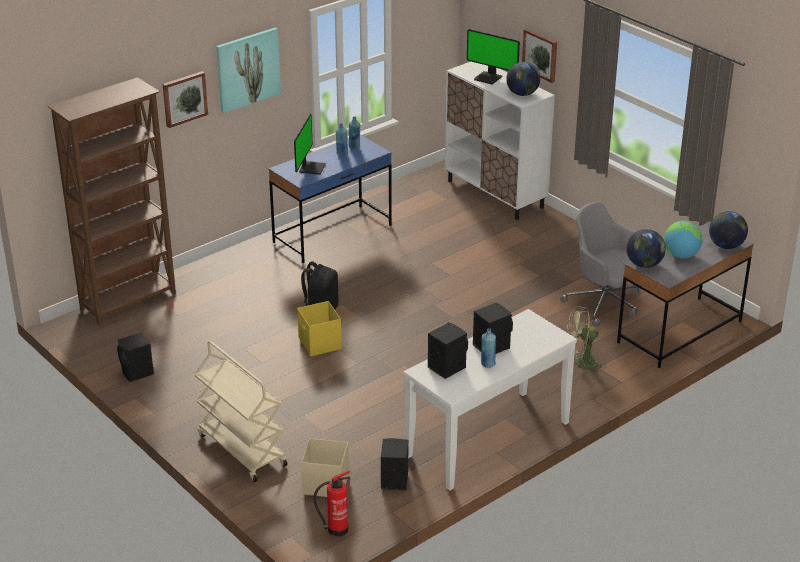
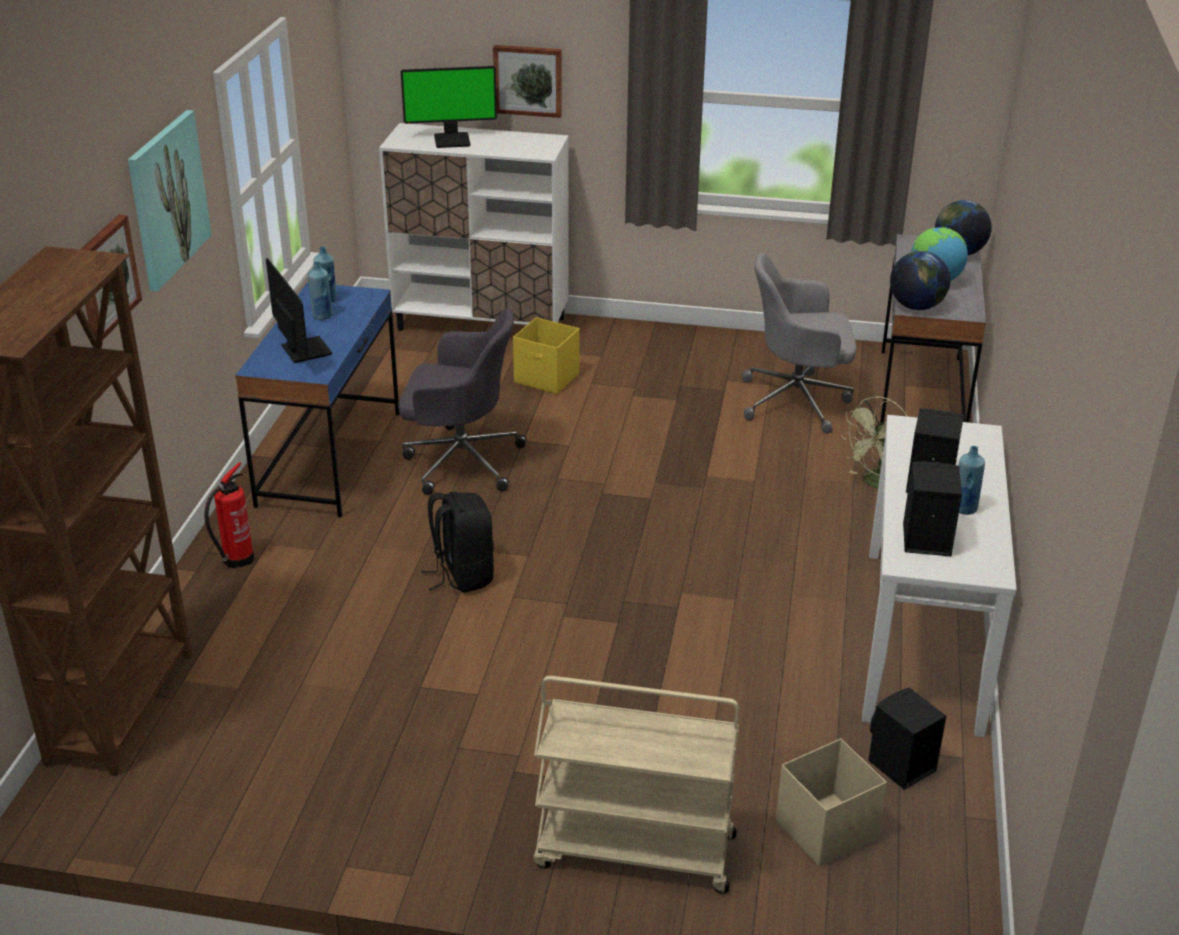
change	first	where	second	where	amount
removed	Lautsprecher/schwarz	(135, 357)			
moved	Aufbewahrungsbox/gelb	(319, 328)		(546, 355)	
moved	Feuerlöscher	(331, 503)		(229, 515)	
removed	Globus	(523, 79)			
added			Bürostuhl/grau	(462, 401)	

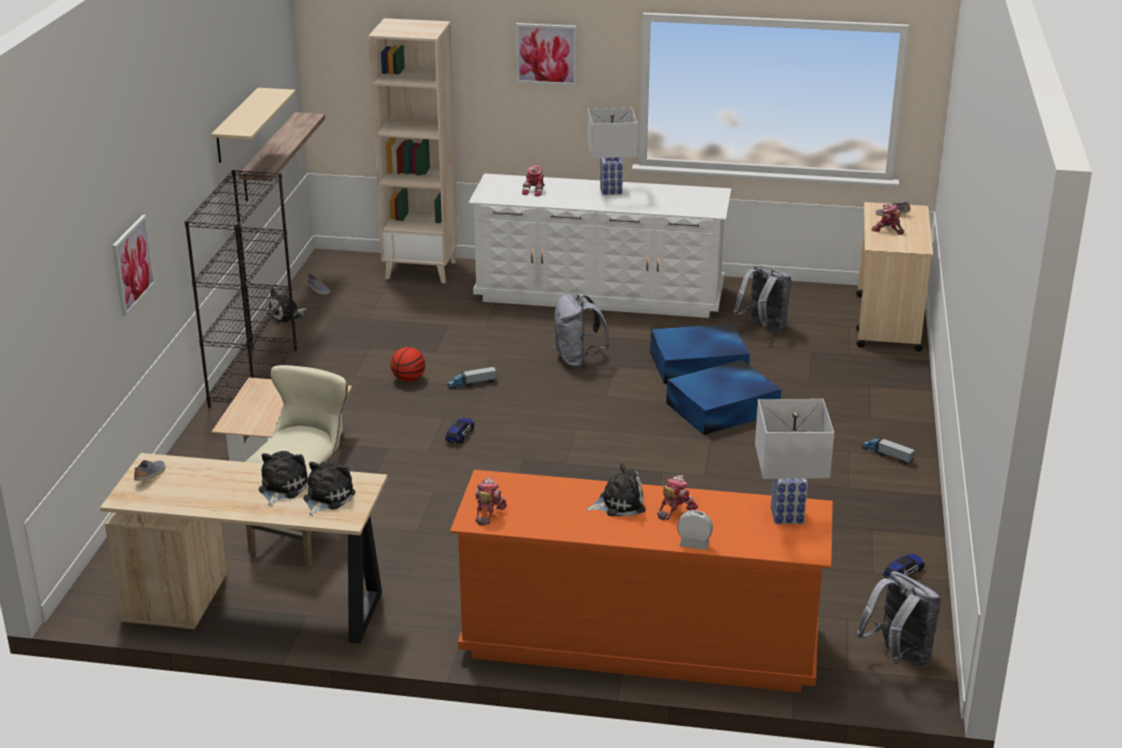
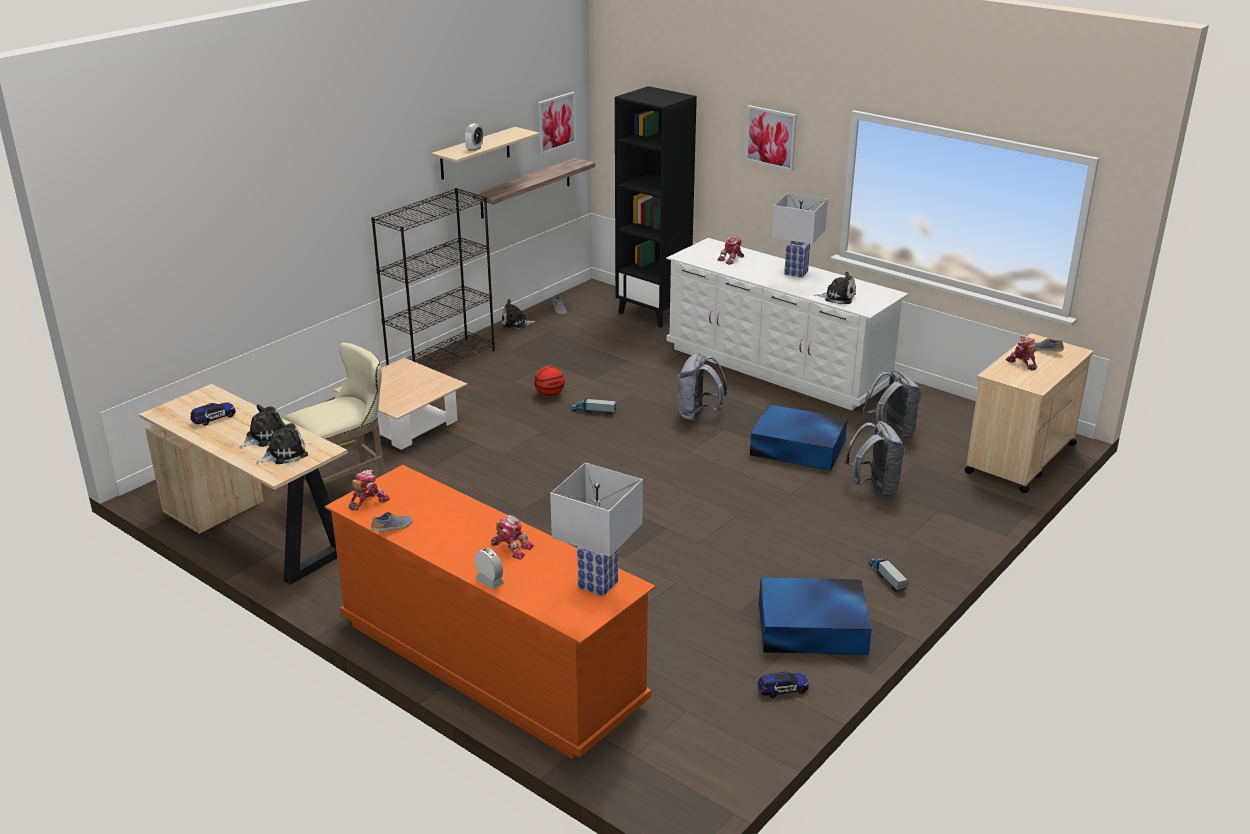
change	first	where	second	where	amount
moved	Bild	(133, 265)		(557, 123)	
moved	Schuh	(149, 470)		(392, 522)	
recoloured	Bücherregal/beige	(413, 150)	Bücherregal/schwarz	(656, 207)	
moved	Spielzeugauto	(459, 431)		(213, 414)	
moved	Plüschtier	(616, 489)		(835, 288)	
turned	Spielzeugroboter	(677, 497)		(512, 537)	45 degrees clockwise
moved	Aufbewahrungsbox/blau	(723, 397)		(815, 616)	
moved	Rucksack/grau	(899, 619)		(874, 459)	
added			Wecker	(473, 137)	

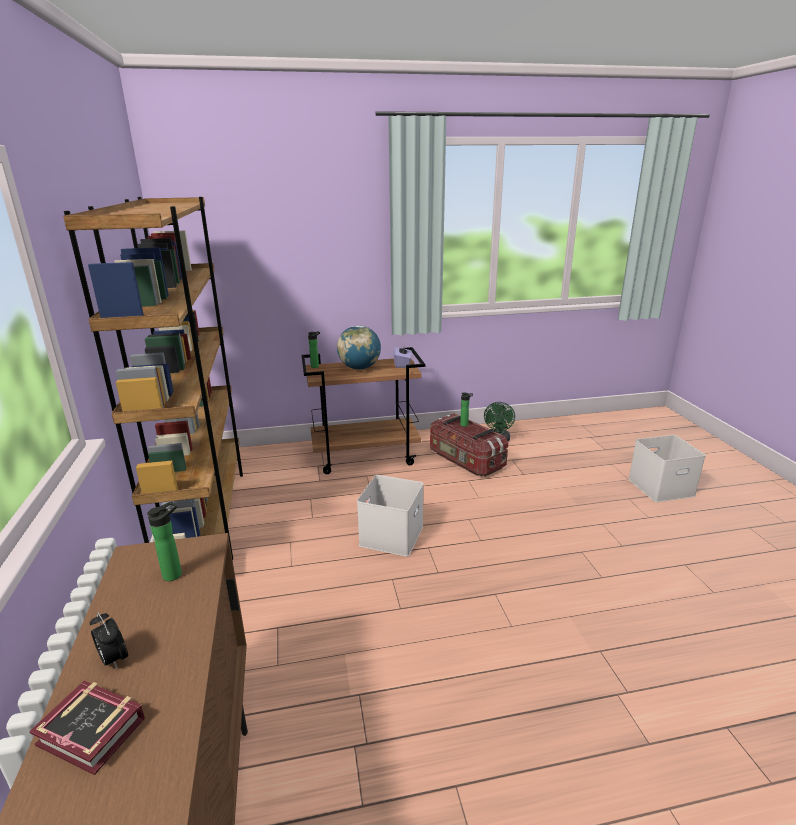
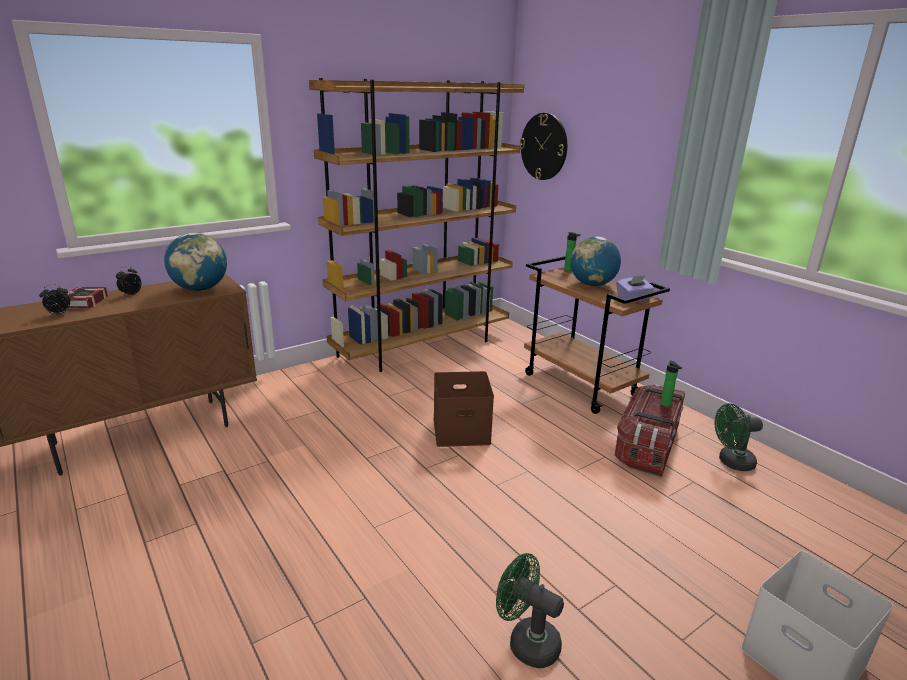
change	first	where	second	where	amount
replaced	Flasche	(164, 541)	Globus	(195, 262)	
recoloured	Aufbewahrungsbox/weiß	(390, 516)	Aufbewahrungsbox/braun	(463, 409)	
added			Wecker	(54, 300)	
added			Ventilator/grün	(530, 610)	
added			Wanduhr	(543, 146)	

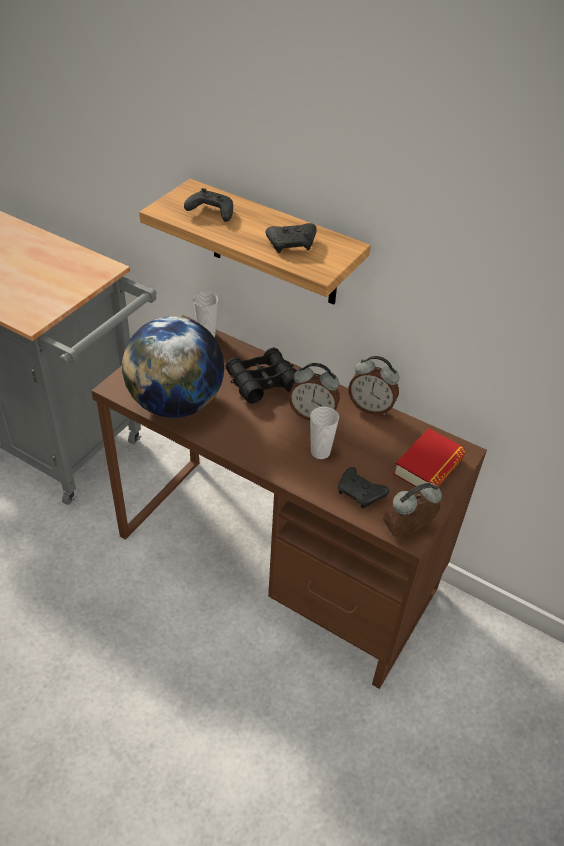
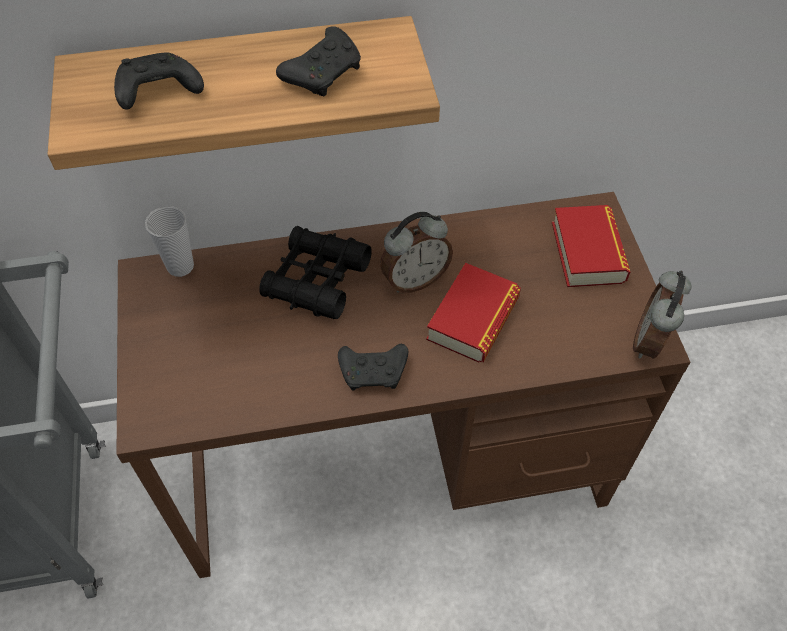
change	first	where	second	where	amount
removed	Globus	(173, 367)			
replaced	Tasse	(324, 432)	Buch	(473, 313)	
moved	Gamepad/schwarz	(363, 487)		(373, 367)	
removed	Wecker	(373, 385)			

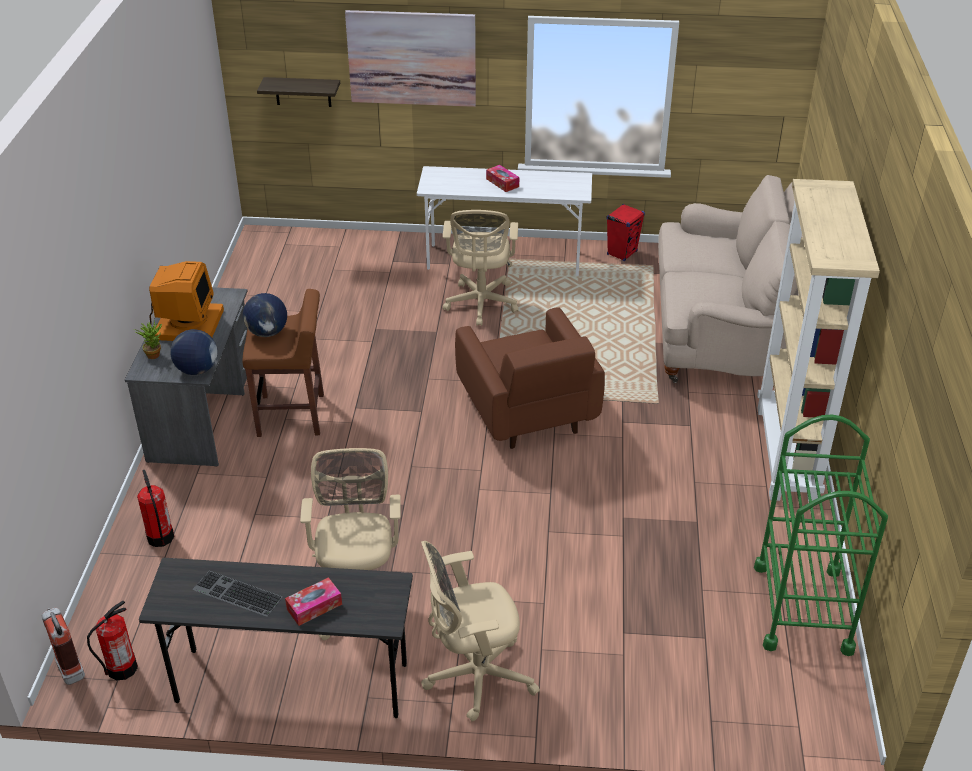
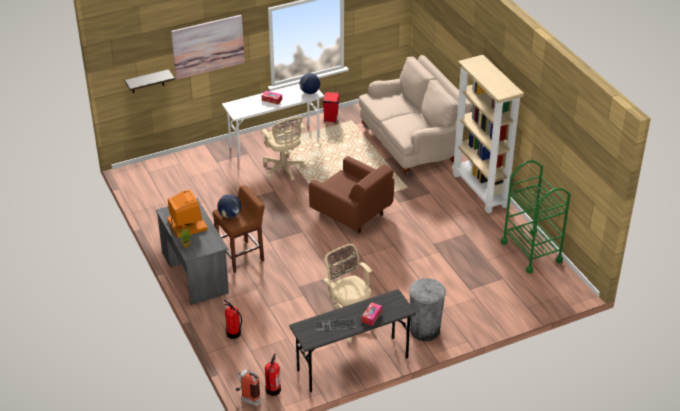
change	first	where	second	where	amount
moved	Globus	(193, 352)		(310, 83)	
replaced	Bürostuhl/beige	(480, 631)	Mülleimer/grau	(427, 309)	

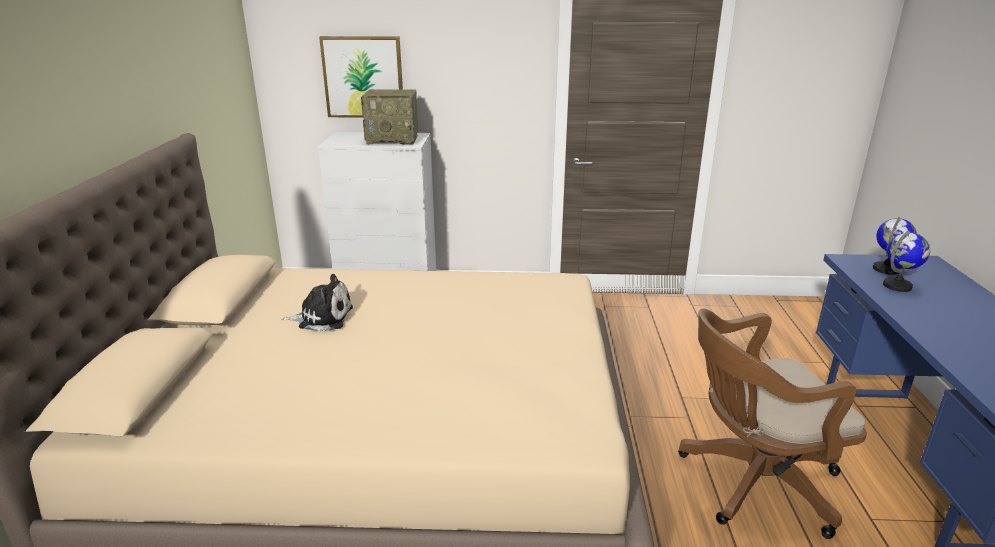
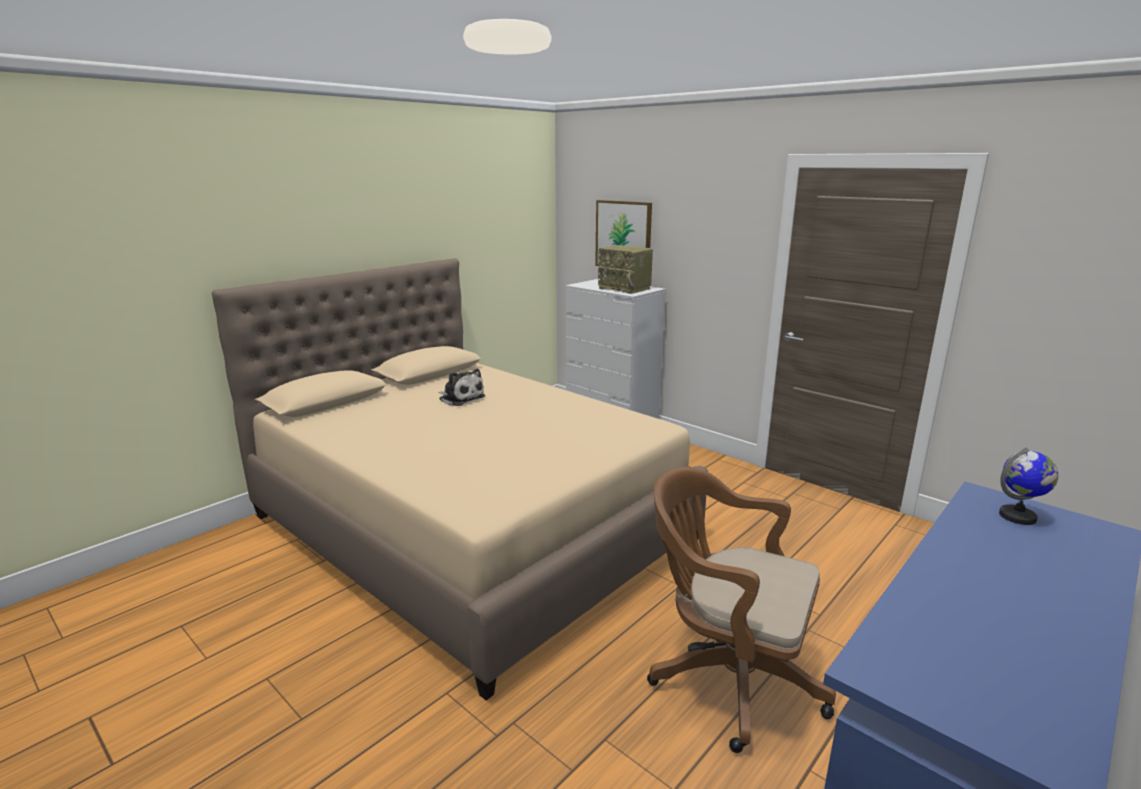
change	first	where	second	where	amount
removed	Globus	(906, 261)			

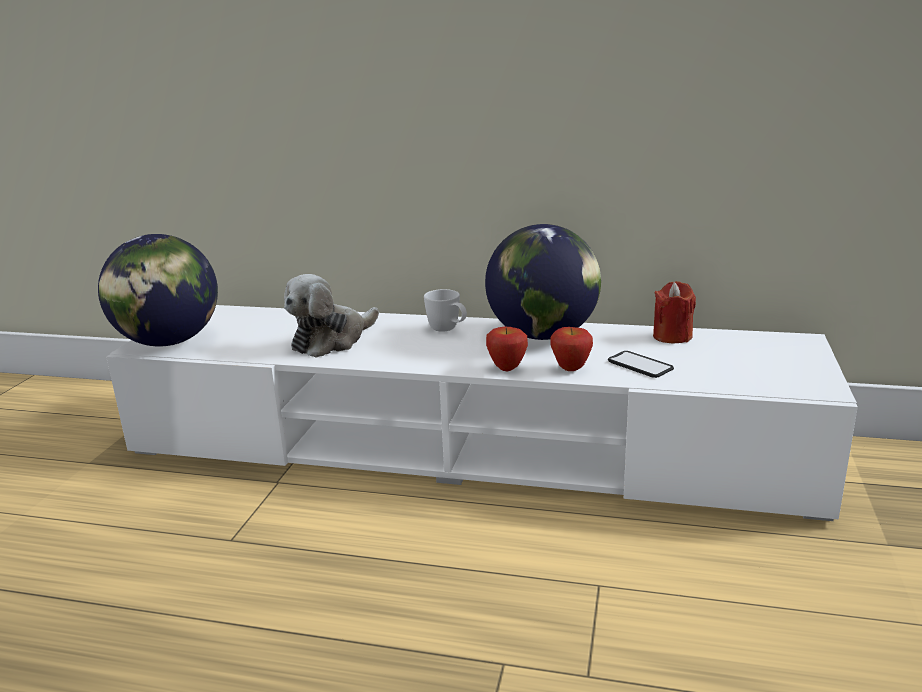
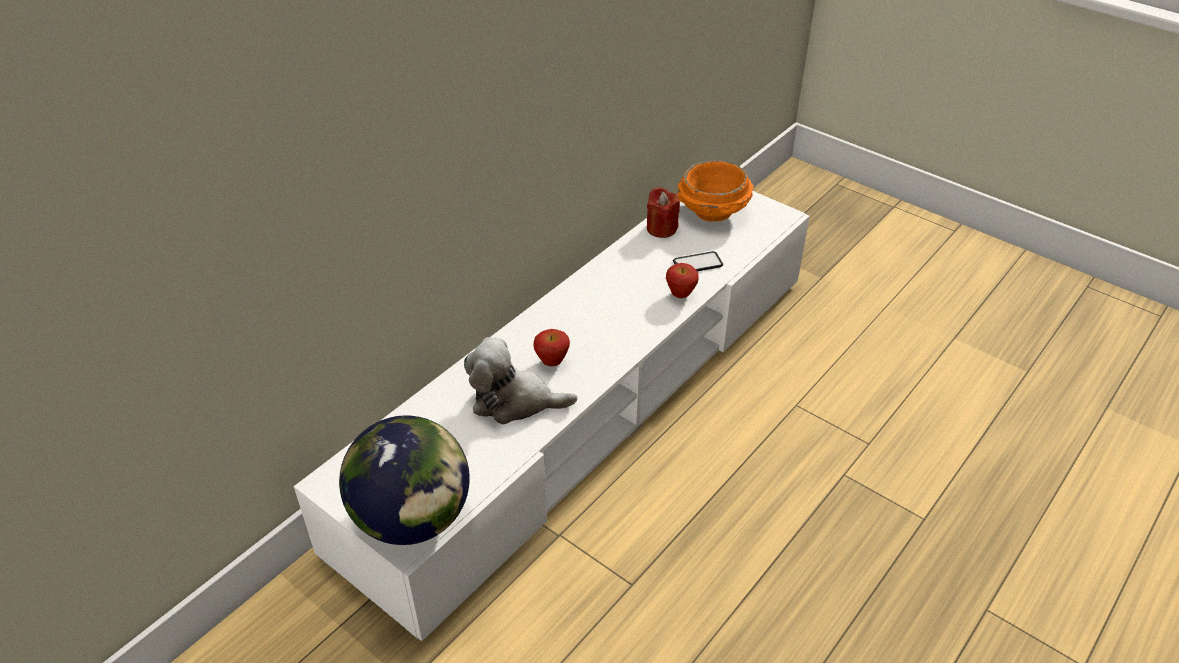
change	first	where	second	where	amount
turned	Plüschtier	(331, 316)		(520, 380)	120 degrees clockwise
removed	Henkelbecher/weiß	(445, 310)			
removed	Globus	(543, 282)			
moved	Apfel	(507, 349)		(551, 348)	
added			Schüssel/orange	(716, 191)	

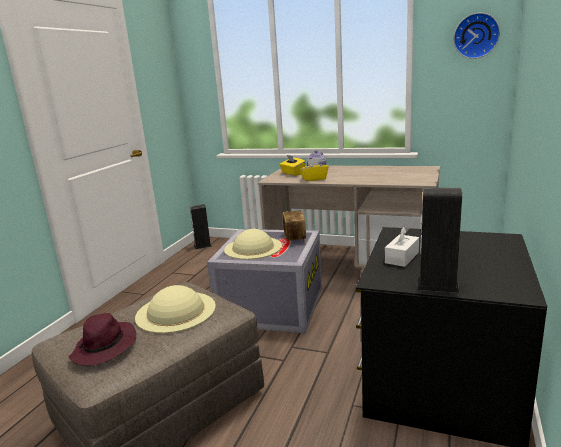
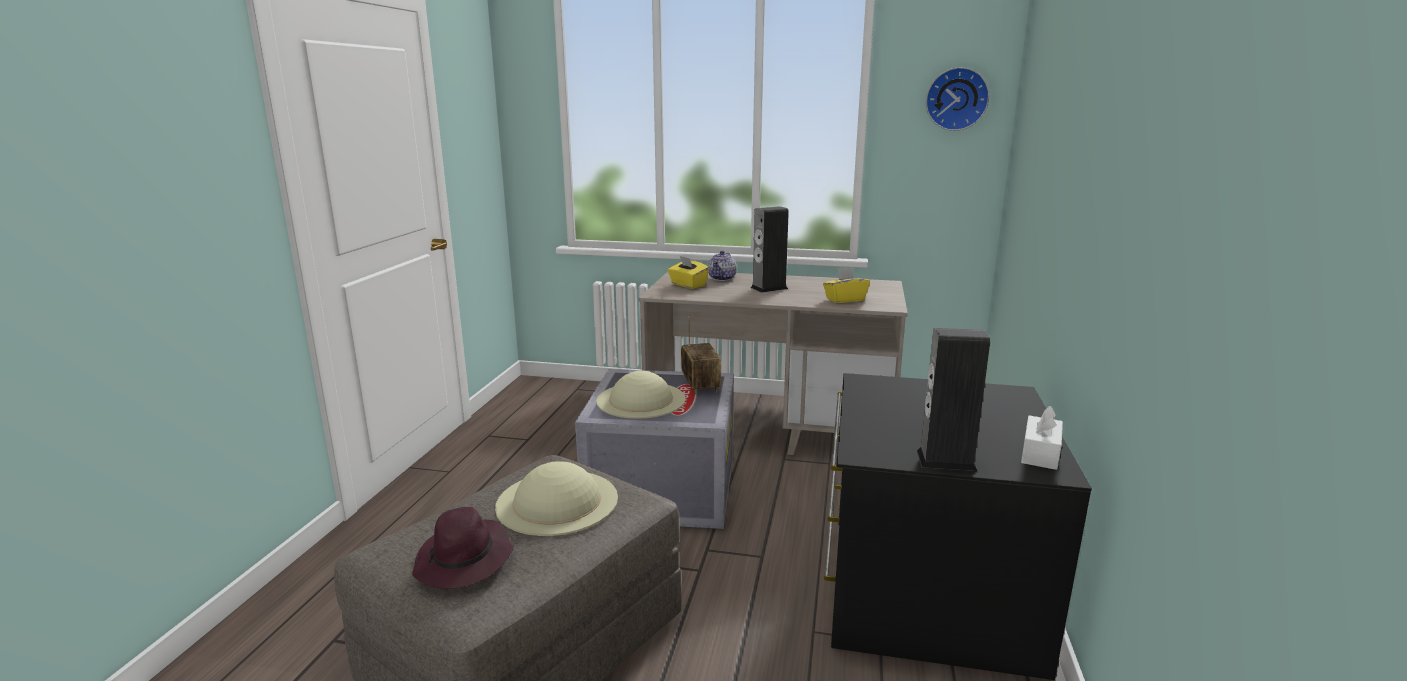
change	first	where	second	where	amount
moved	Lautsprecher	(201, 226)		(770, 249)	
moved	Taschentuchbox/gelb	(314, 169)		(846, 285)	
moved	Taschentuchbox/weiß	(402, 246)		(1042, 438)	

